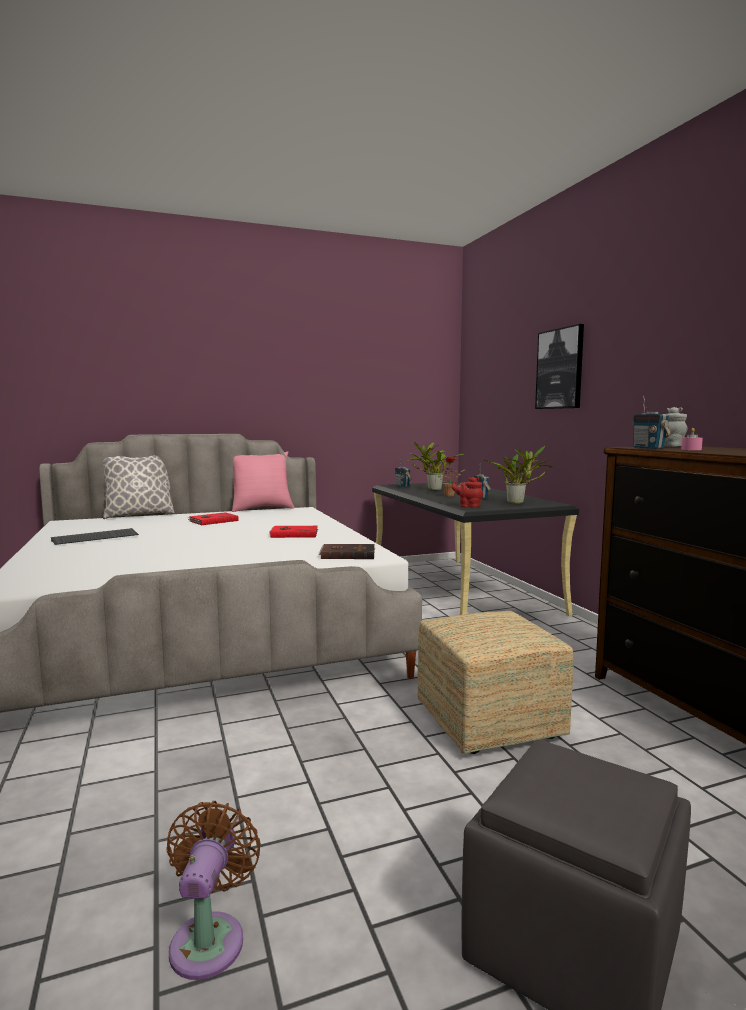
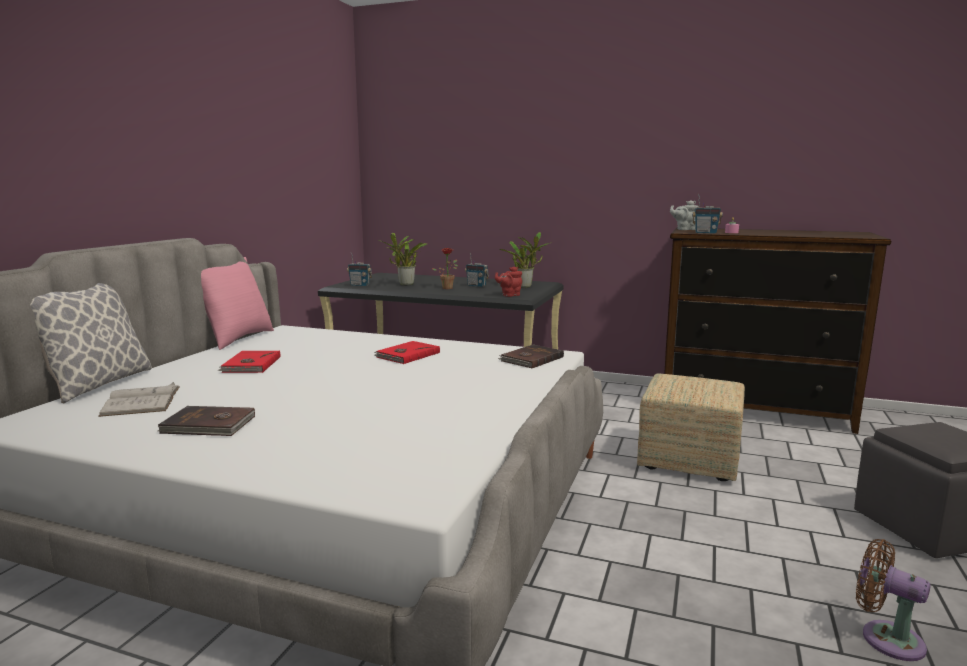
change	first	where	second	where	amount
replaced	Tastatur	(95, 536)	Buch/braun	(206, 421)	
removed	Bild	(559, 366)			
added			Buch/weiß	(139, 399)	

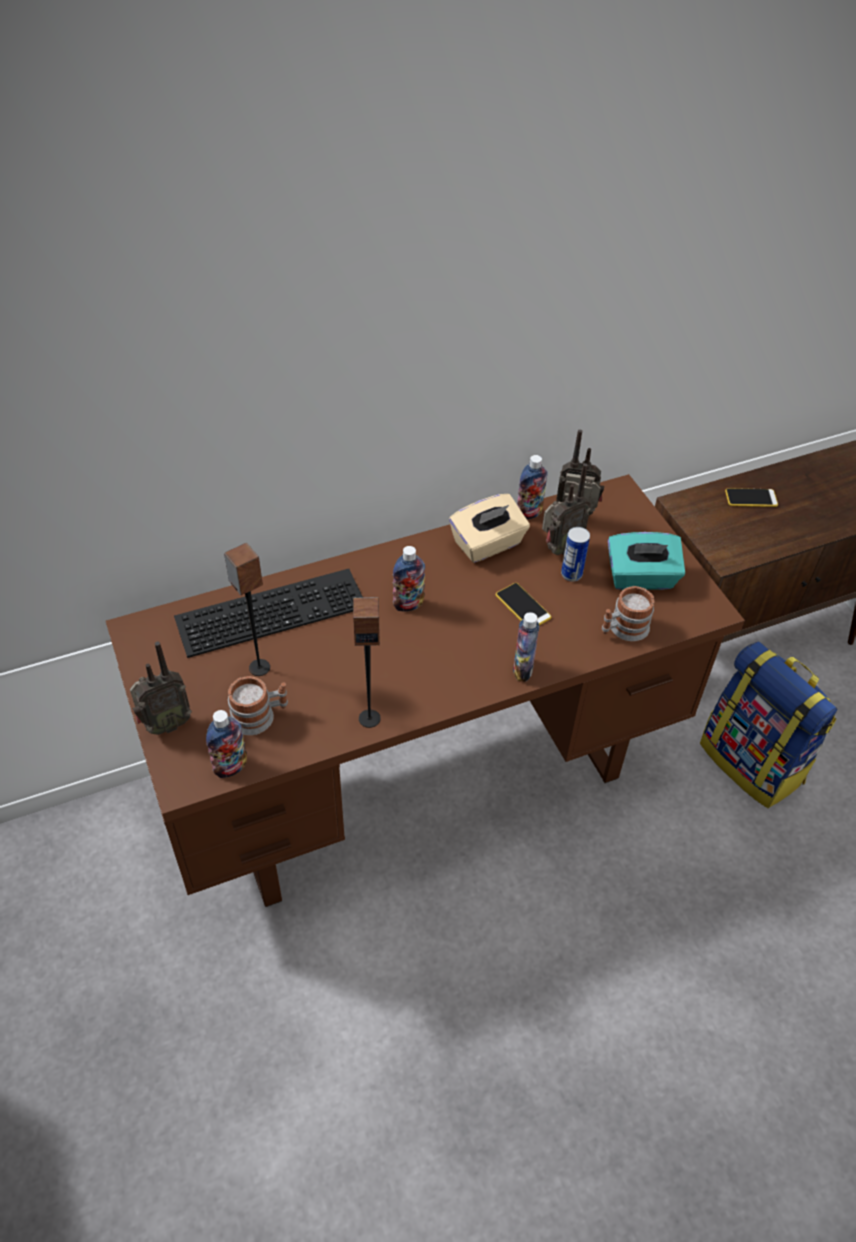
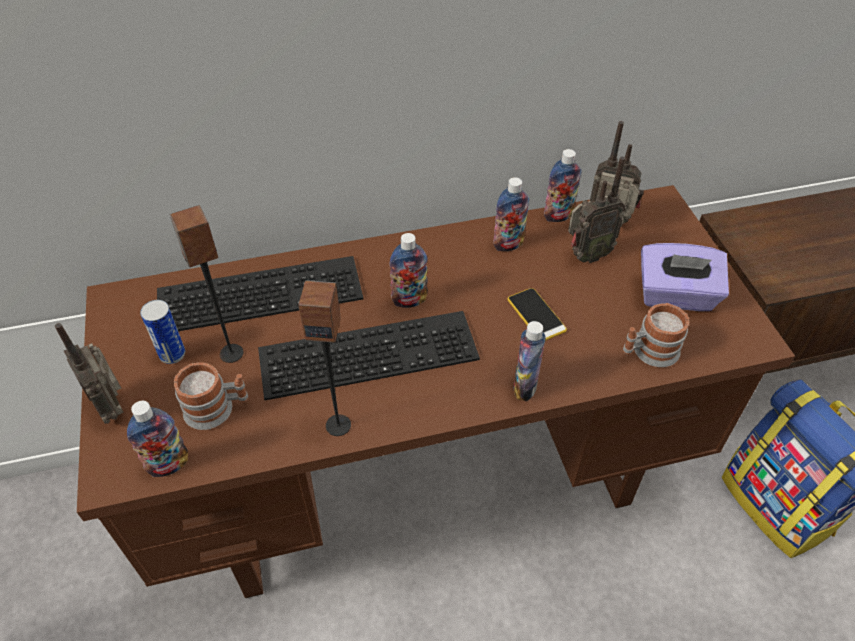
change	first	where	second	where	amount
turned	Radio	(161, 688)		(89, 373)	75 degrees clockwise
replaced	Taschentuchbox/beige	(489, 528)	Flasche	(511, 214)	
moved	Dose	(575, 554)		(162, 332)	
recoloured	Taschentuchbox/türkis	(646, 561)	Taschentuchbox/lila	(685, 277)	
removed	Handy	(751, 497)			
added			Tastatur	(369, 355)	

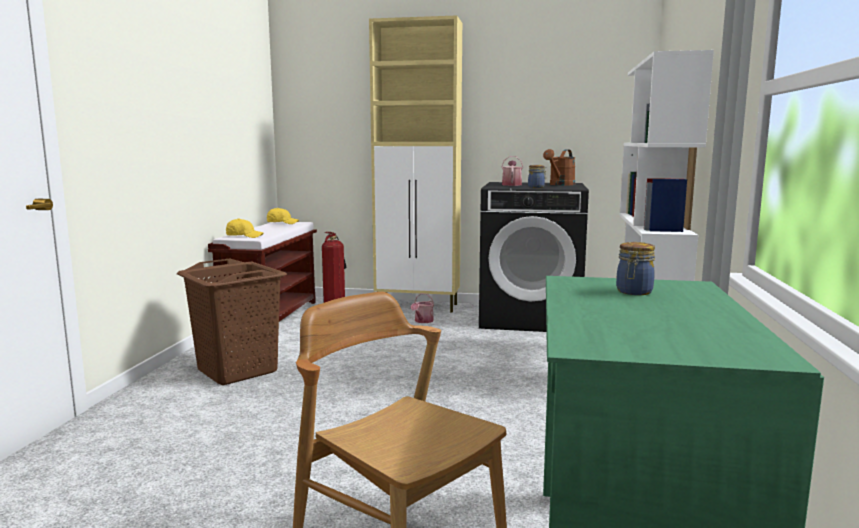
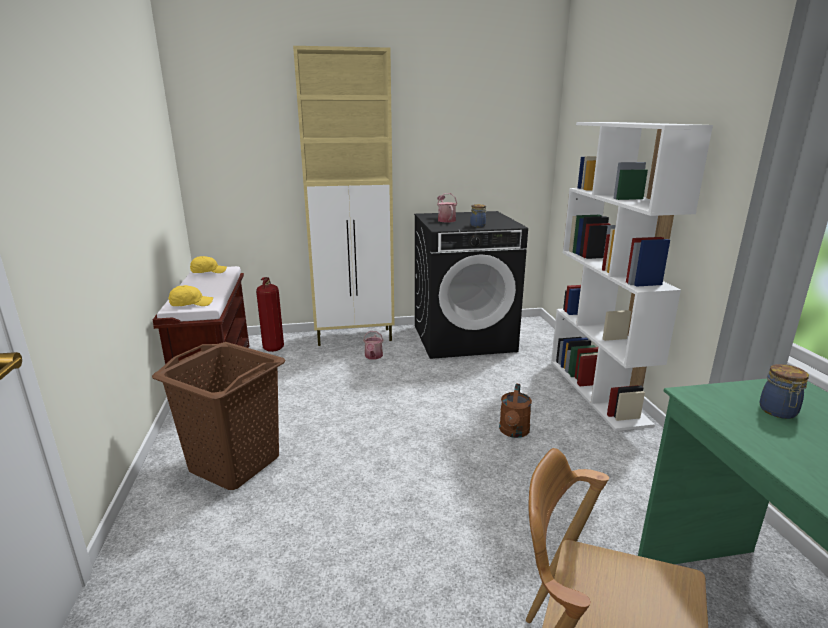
change	first	where	second	where	amount
moved	Gießkanne/braun	(559, 167)		(515, 410)	

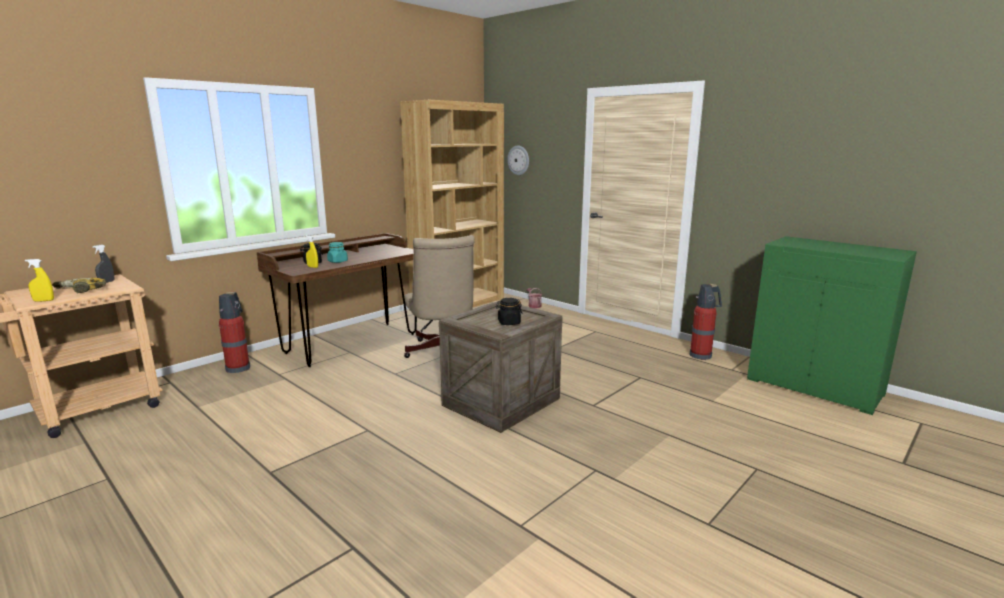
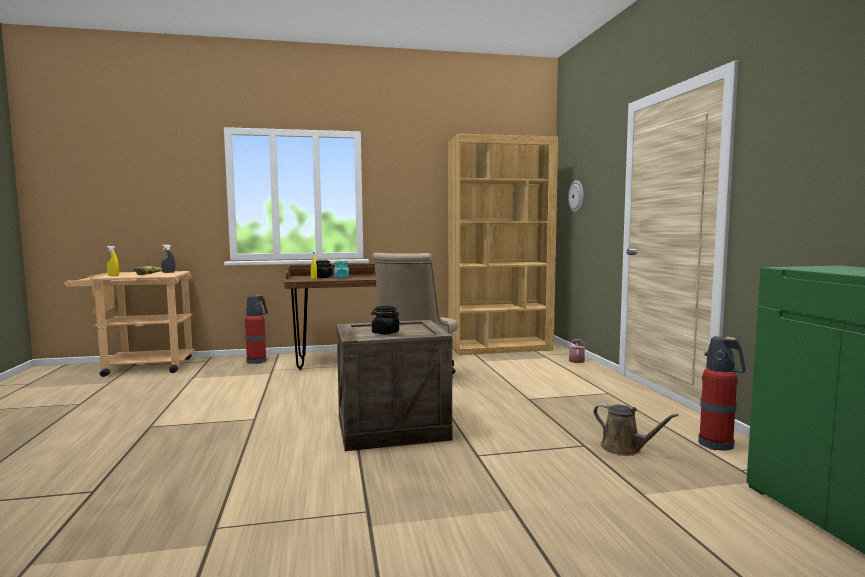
change	first	where	second	where	amount
added			Gießkanne/braun	(636, 430)	

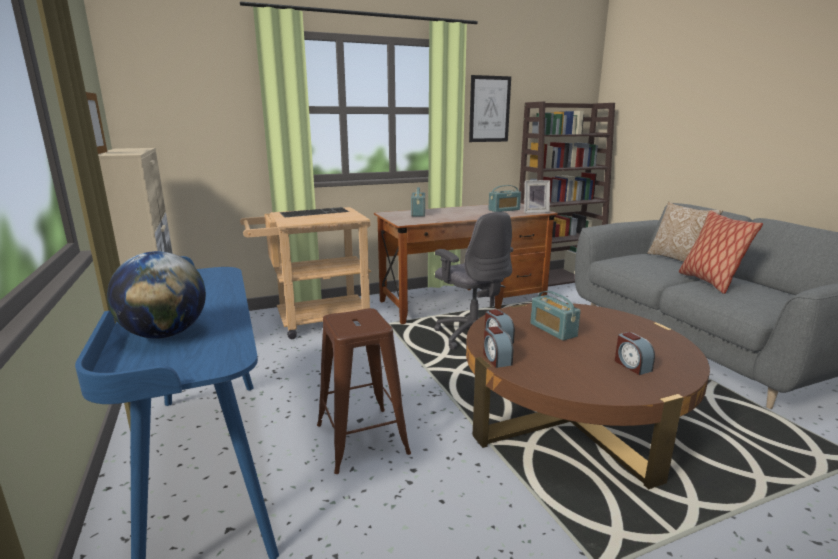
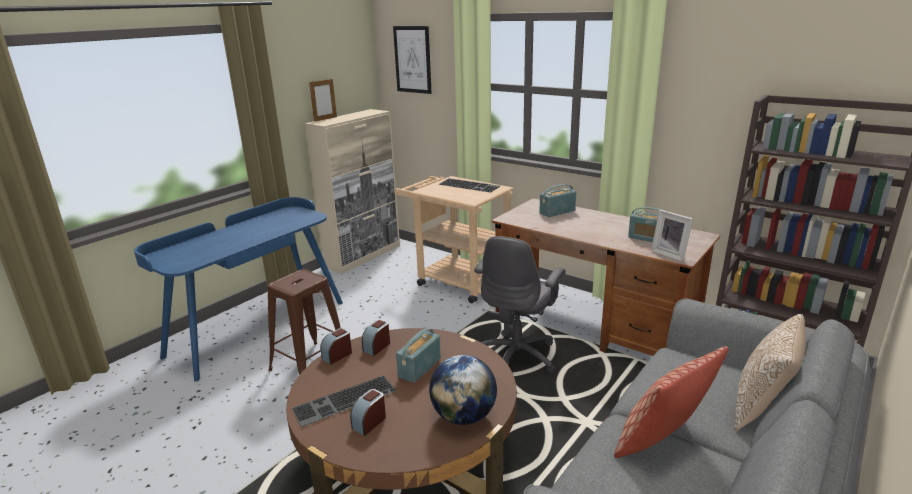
change	first	where	second	where	amount
moved	Globus	(156, 295)		(463, 390)	
moved	Bild	(490, 108)		(412, 60)	
added			Tastatur	(344, 401)	

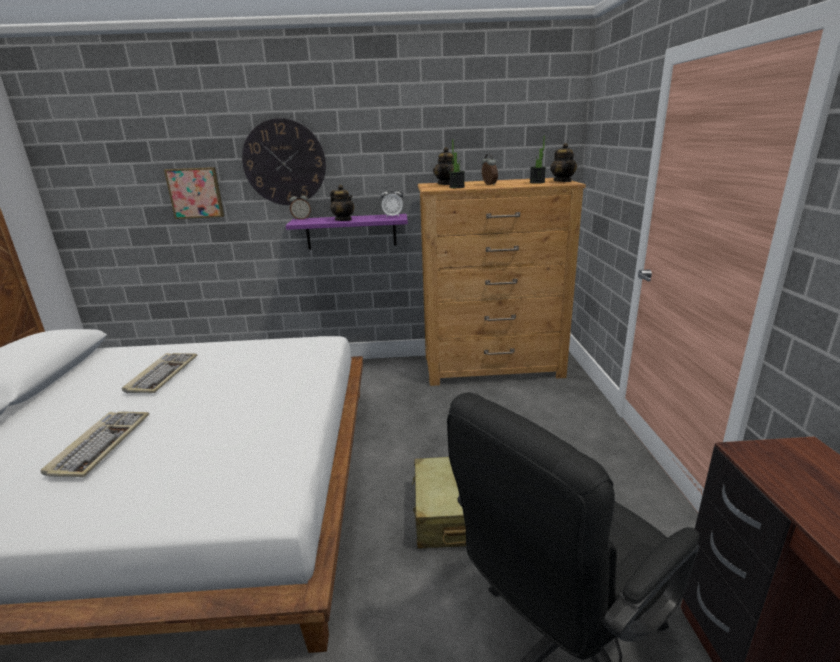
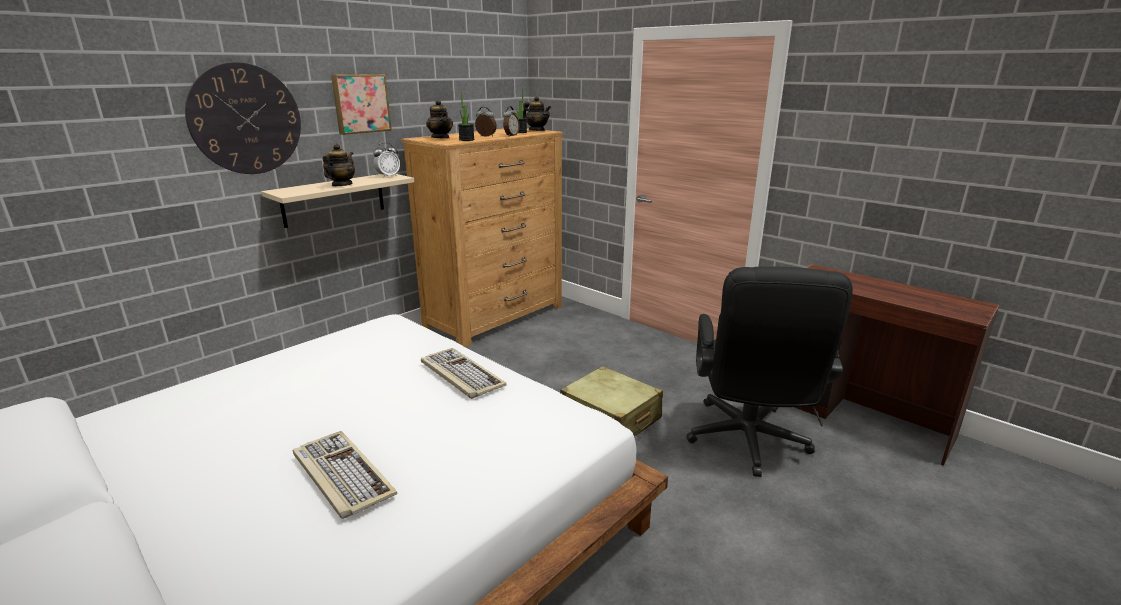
change	first	where	second	where	amount
moved	Tastatur	(159, 373)		(464, 373)	
moved	Bild	(194, 193)		(361, 104)	
recoloured	Wandregal/lila	(346, 232)	Wandregal/beige	(338, 201)	
moved	Wecker	(300, 206)		(511, 121)	
turned	Teekanne	(342, 203)		(339, 165)	75 degrees counterclockwise

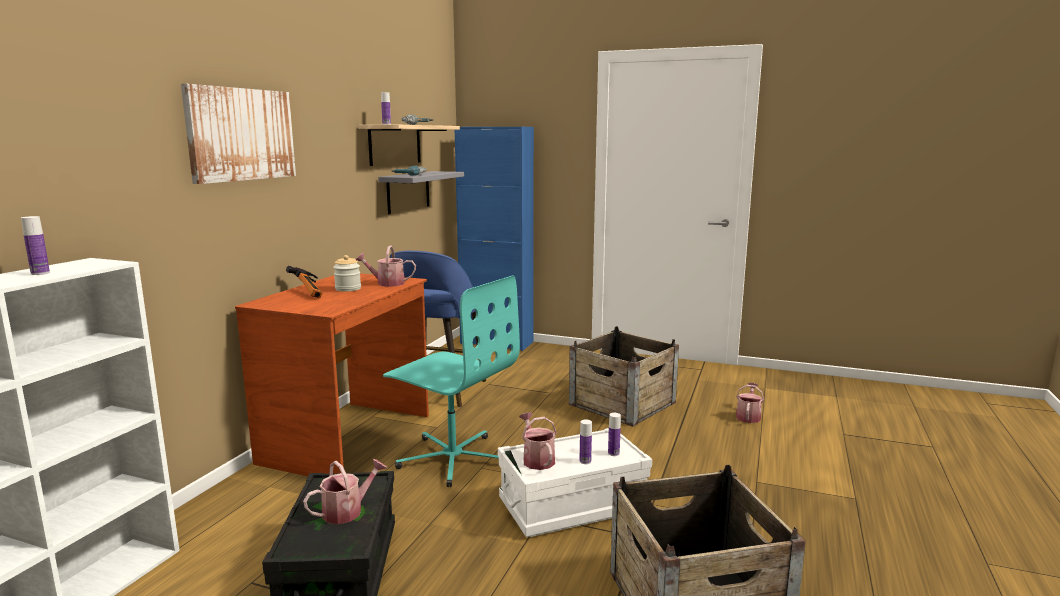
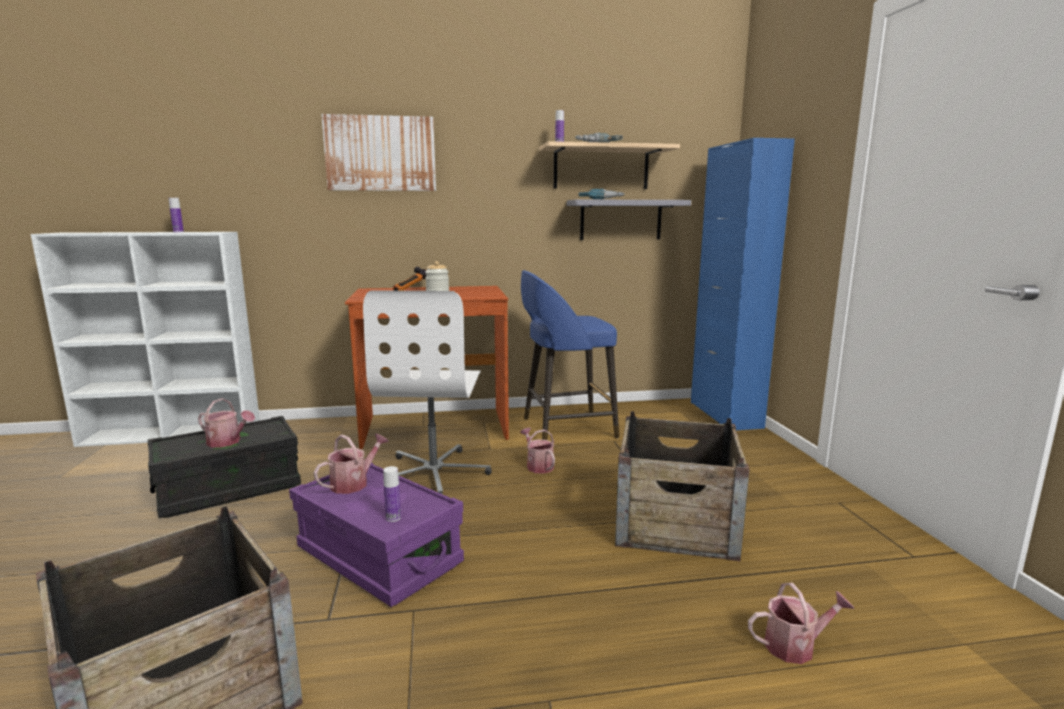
change	first	where	second	where	amount
moved	Gießkanne	(386, 266)		(537, 451)	
recoloured	Bürostuhl/türkis	(451, 381)	Bürostuhl/weiß	(427, 392)	
recoloured	Aufbewahrungsbox/weiß	(575, 482)	Aufbewahrungsbox/lila	(376, 535)	
removed	Flasche	(586, 442)			

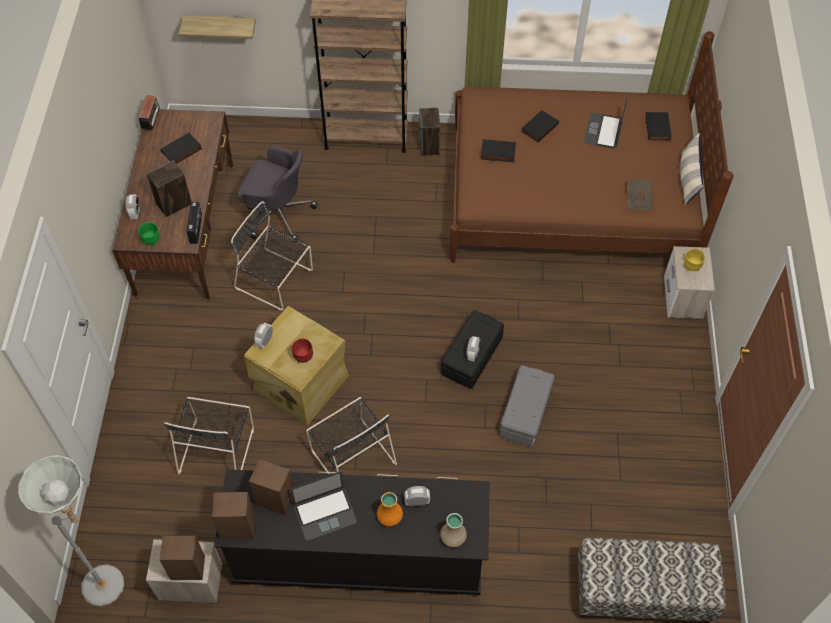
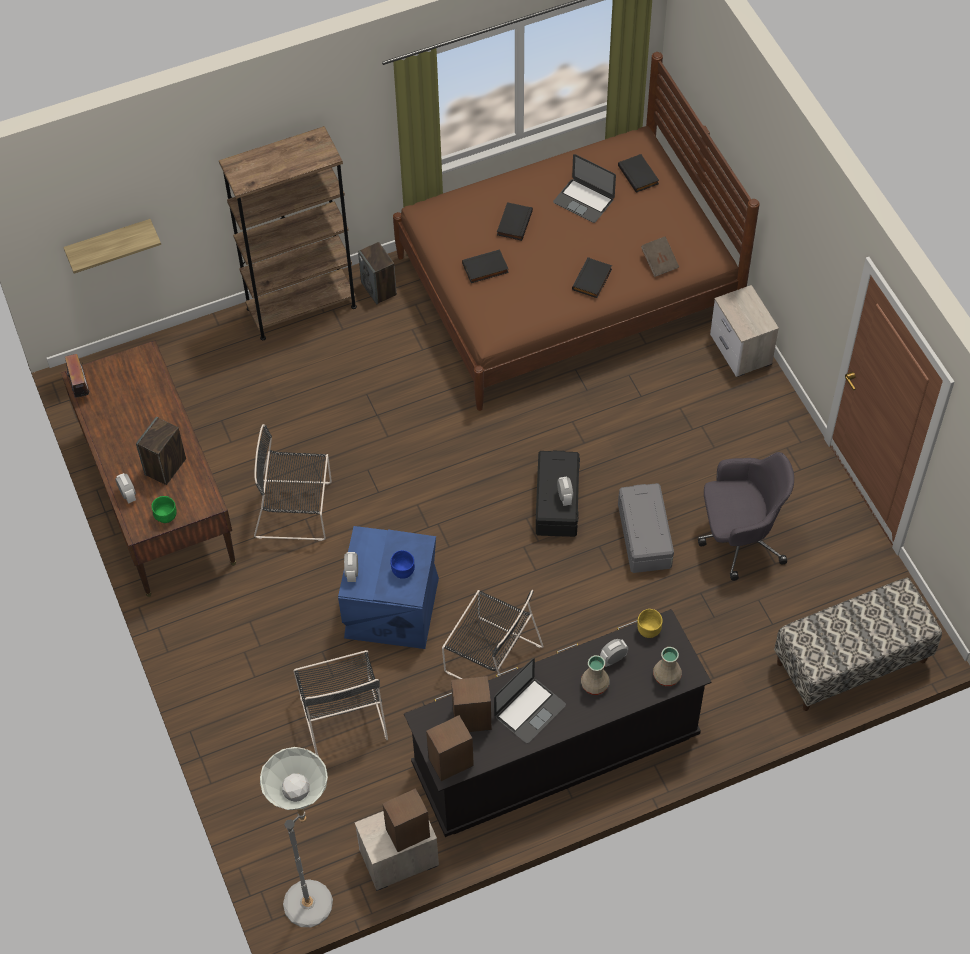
change	first	where	second	where	amount
moved	Buch/schwarz	(181, 148)		(592, 277)	
removed	Radio	(194, 223)			
moved	Bürostuhl/grau	(278, 194)		(746, 516)	
recoloured	Aufbewahrungsbox/beige	(296, 366)	Aufbewahrungsbox/blau	(388, 587)	
recoloured	Schüssel/rot	(302, 350)	Schüssel/blau	(402, 564)	
recoloured	Vase/orange	(390, 509)	Vase/beige	(595, 675)	
turned	Laptop	(605, 123)		(584, 188)	45 degrees counterclockwise
removed	Kissen	(692, 169)			
moved	Schüssel/gelb	(694, 260)		(650, 623)	

